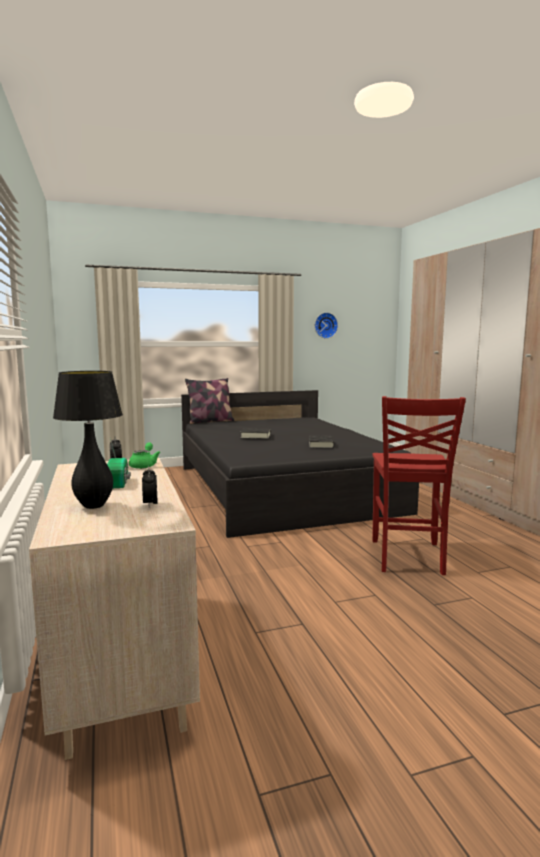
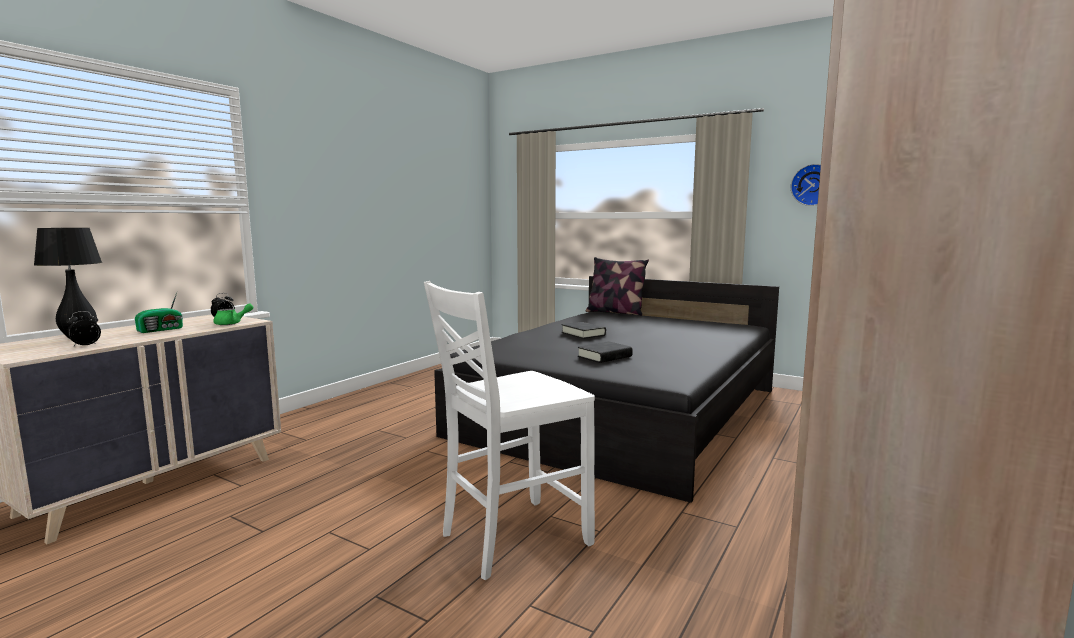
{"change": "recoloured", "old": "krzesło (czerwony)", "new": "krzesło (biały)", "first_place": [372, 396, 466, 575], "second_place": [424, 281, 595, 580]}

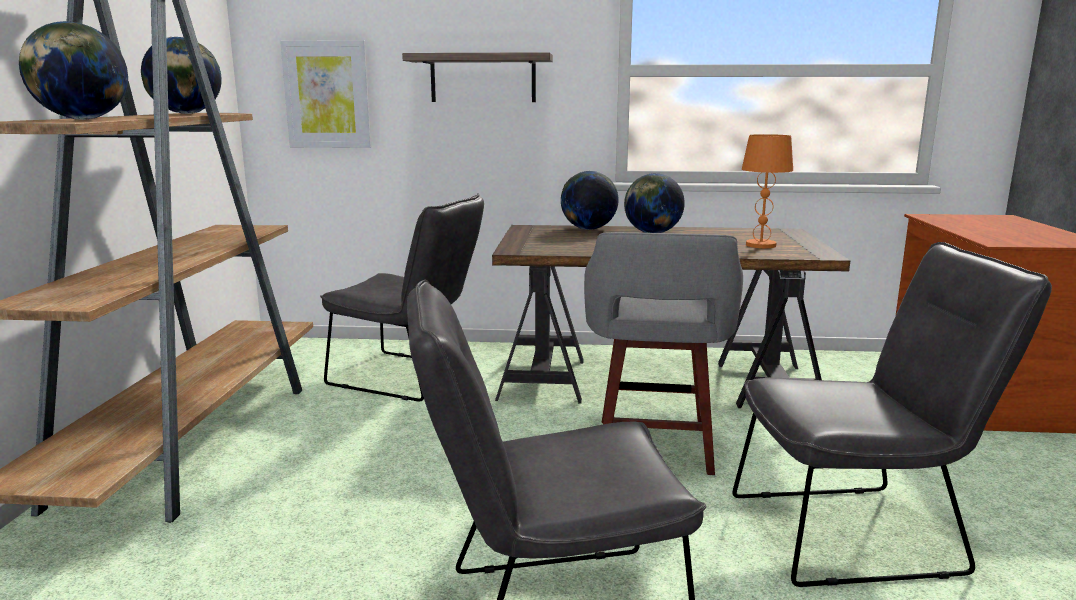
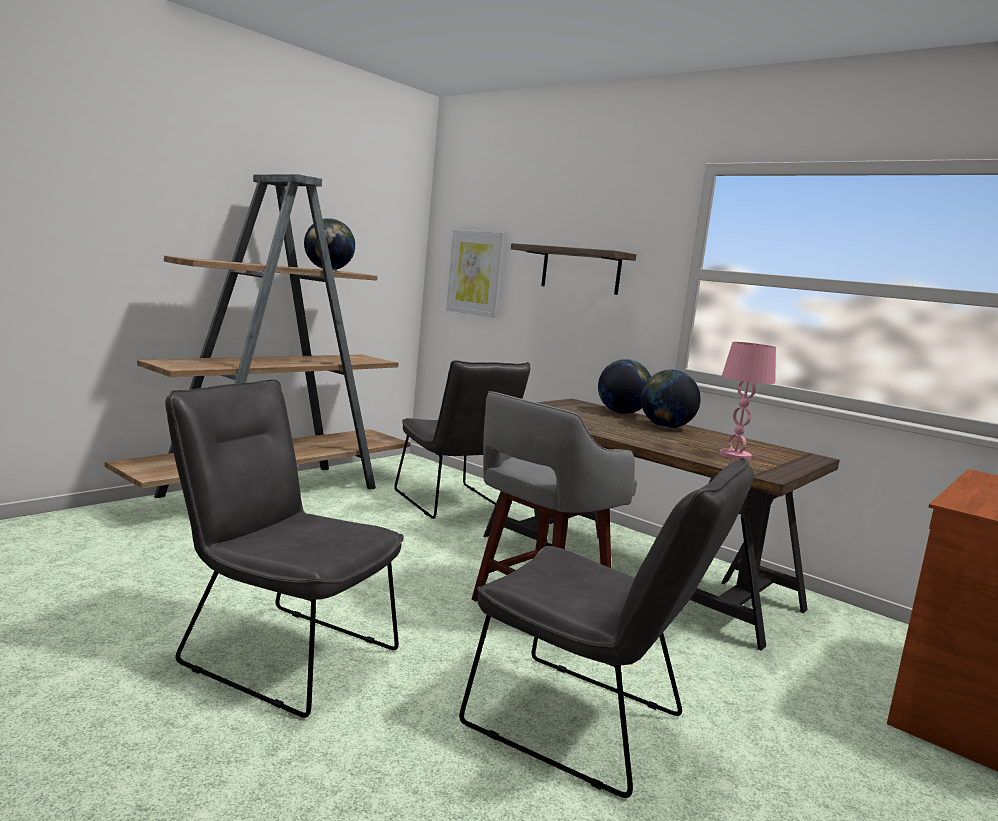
{"change": "removed", "old": "globus", "first_place": [19, 21, 128, 120]}
{"change": "recoloured", "old": "lampa stołowa (pomarańczowy)", "new": "lampa stołowa (różowy)", "first_place": [742, 134, 793, 248], "second_place": [720, 342, 776, 460]}

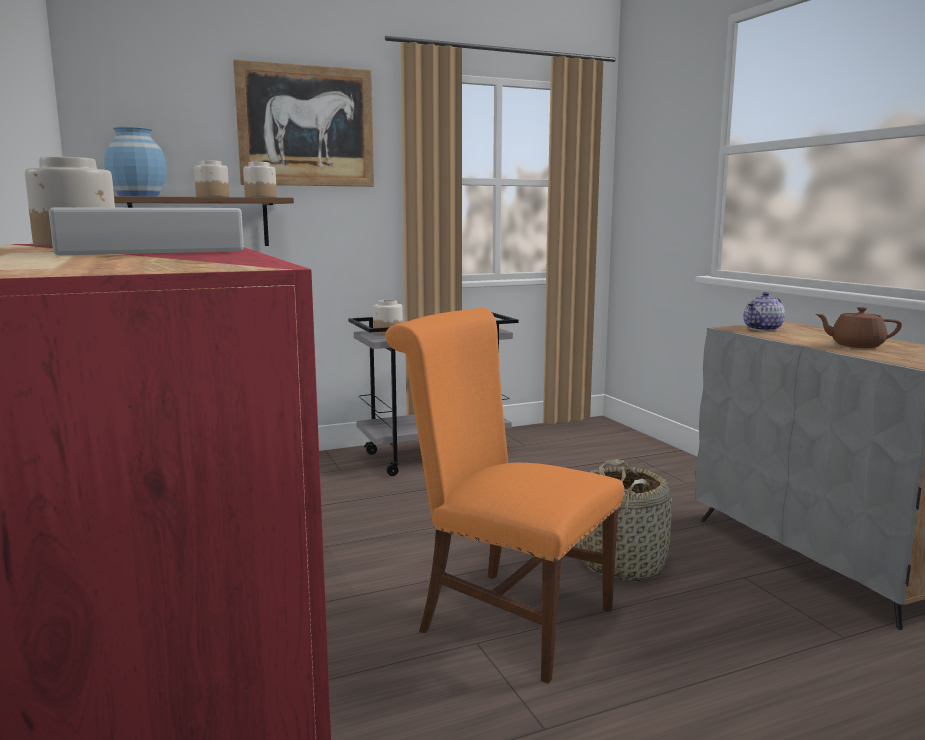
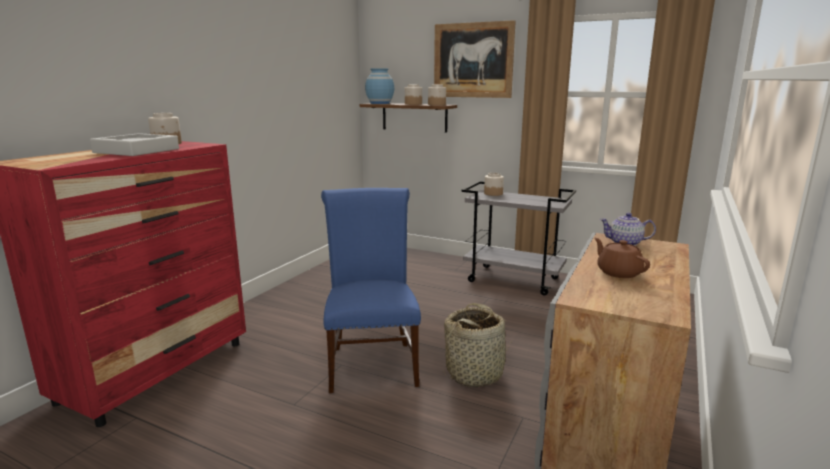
{"change": "recoloured", "old": "krzesło (pomarańczowy)", "new": "krzesło (niebieski)", "first_place": [385, 308, 624, 684], "second_place": [321, 188, 421, 393]}

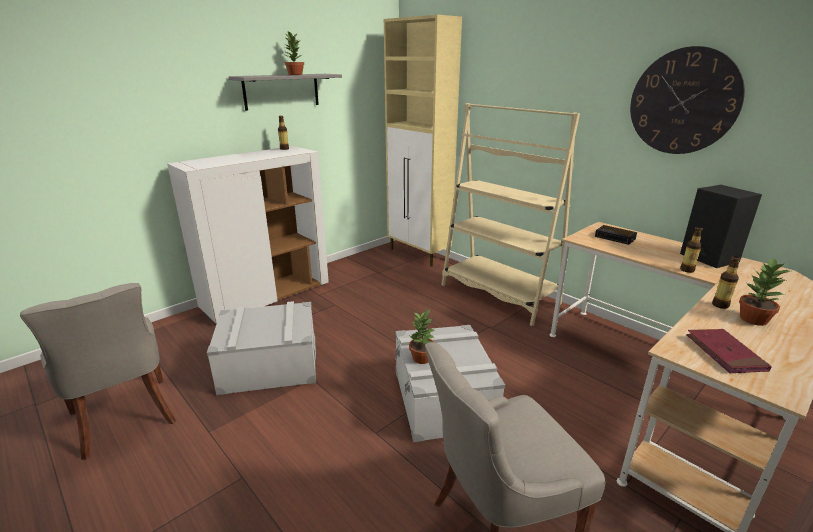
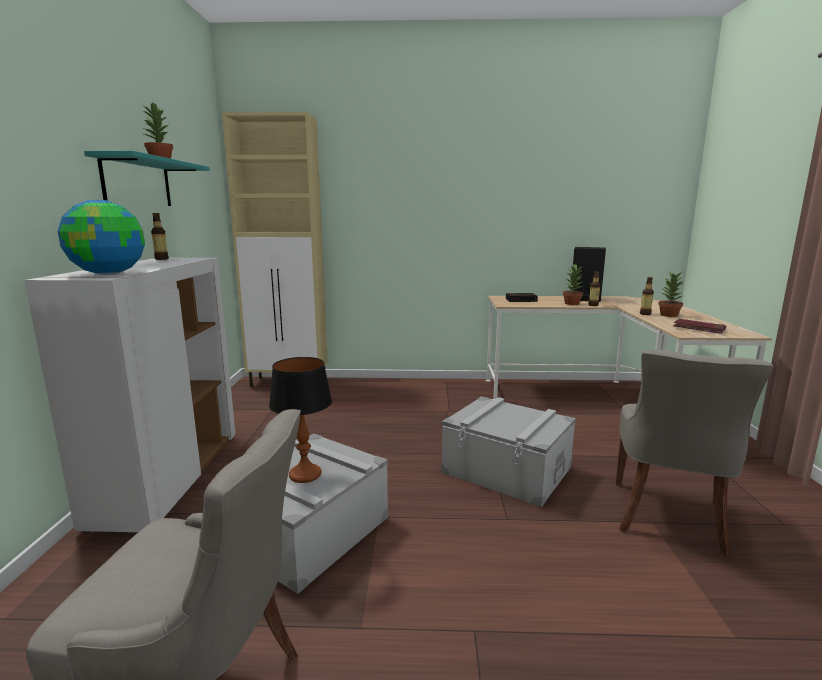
{"change": "recoloured", "old": "półka (szary)", "new": "półka (turkusowy)", "first_place": [229, 74, 342, 111], "second_place": [84, 151, 210, 206]}
{"change": "moved", "old": "roślina doniczkowa", "first_place": [409, 310, 435, 364], "second_place": [563, 264, 583, 305]}
{"change": "removed", "old": "regał (beżowy)", "first_place": [441, 103, 580, 326]}
{"change": "removed", "old": "zegar ścienny", "first_place": [630, 46, 745, 154]}
{"change": "added", "new": "globus", "second_place": [58, 200, 145, 275]}
{"change": "added", "new": "lampa stołowa", "second_place": [269, 357, 332, 483]}

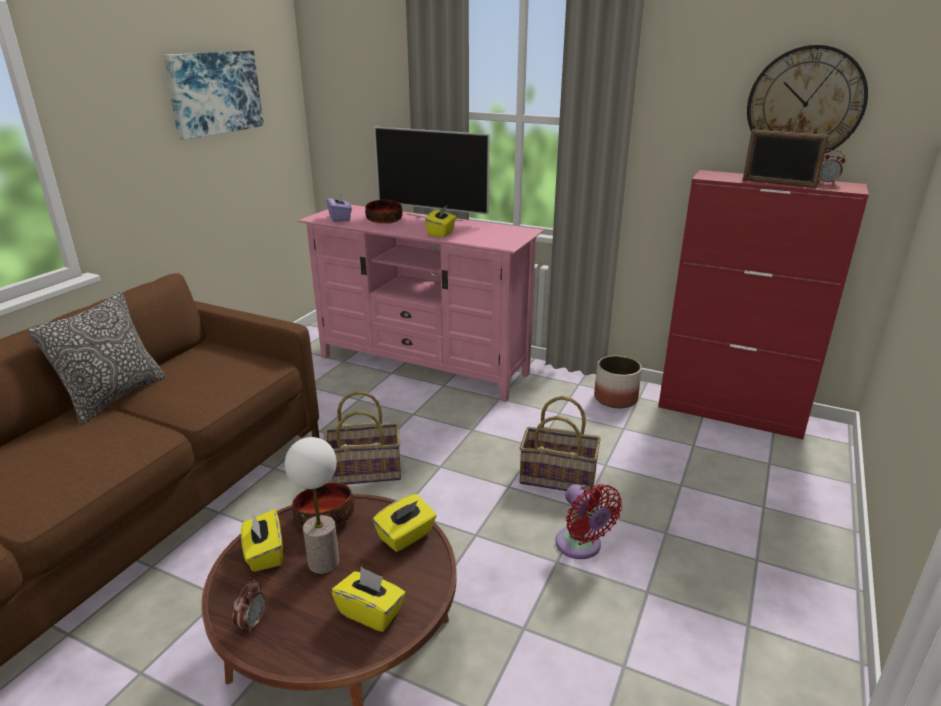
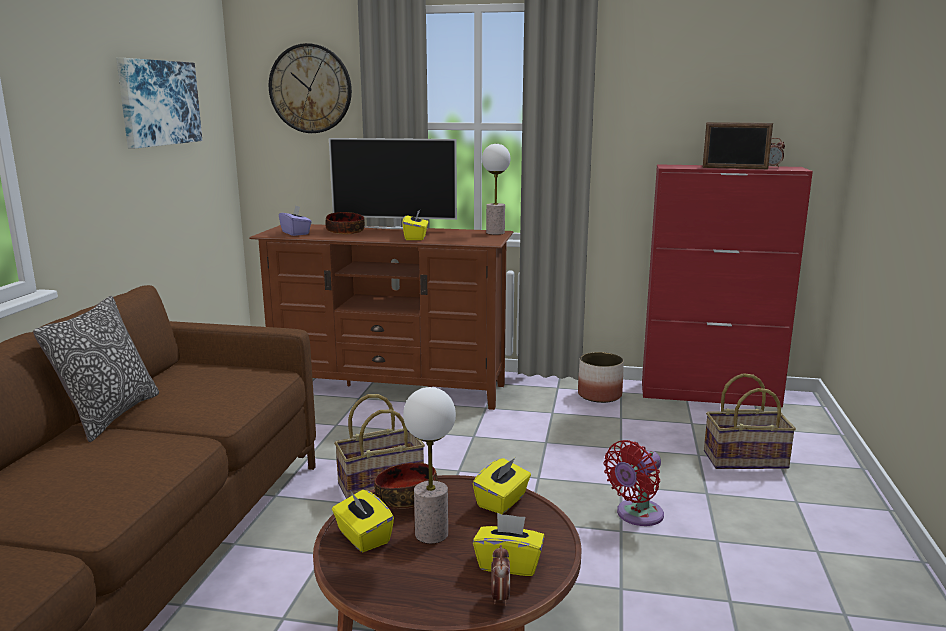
{"change": "moved", "old": "budzik", "first_place": [232, 580, 265, 634], "second_place": [491, 545, 510, 606]}
{"change": "recoloured", "old": "szafka pod telewizor (różowy)", "new": "szafka pod telewizor (brązowy)", "first_place": [298, 205, 544, 402], "second_place": [249, 224, 513, 410]}
{"change": "moved", "old": "koszyk", "first_place": [520, 396, 601, 494], "second_place": [704, 373, 796, 469]}
{"change": "turned", "old": "wentylator (czerwony)", "first_place": [555, 484, 622, 559], "second_place": [604, 440, 664, 526], "degrees": 90}
{"change": "moved", "old": "zegar ścienny", "first_place": [747, 45, 868, 153], "second_place": [269, 43, 352, 133]}
{"change": "added", "new": "lampa stołowa", "second_place": [482, 144, 511, 235]}

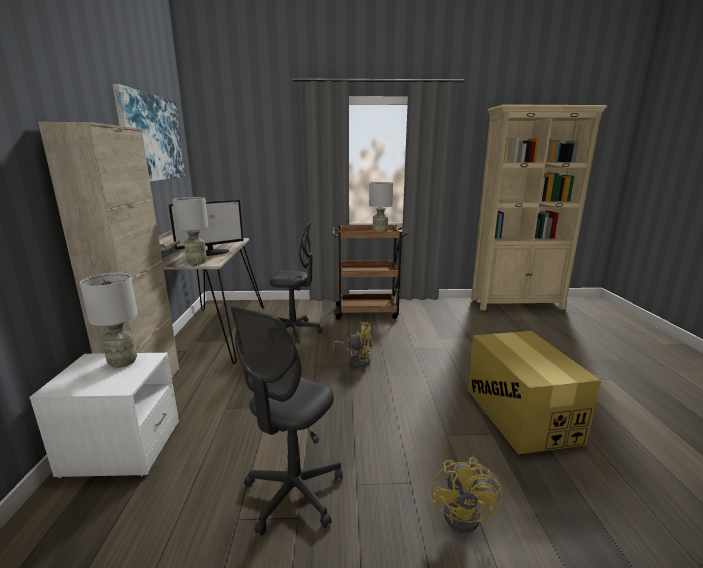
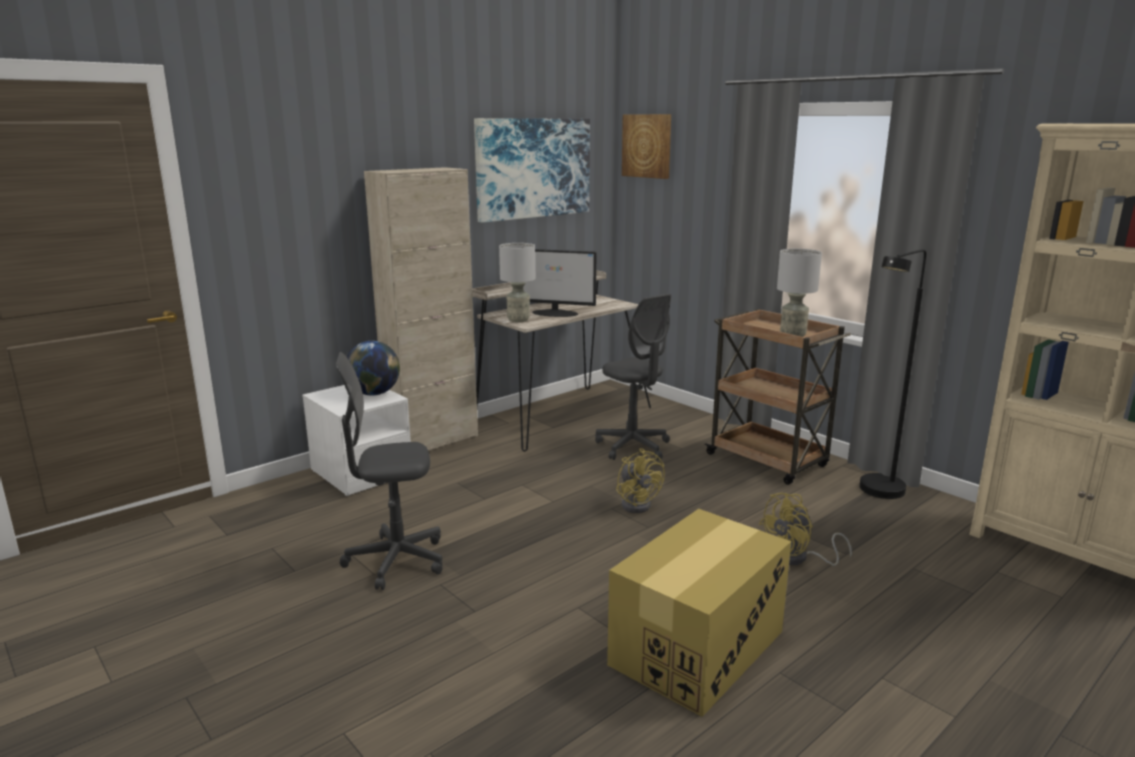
{"change": "replaced", "old": "lampa stołowa (szary)", "new": "globus", "first_place": [80, 273, 138, 368], "second_place": [347, 341, 400, 396]}
{"change": "moved", "old": "wentylator (żółty)", "first_place": [431, 457, 503, 533], "second_place": [759, 493, 852, 566]}
{"change": "added", "new": "obraz", "second_place": [622, 114, 671, 179]}
{"change": "added", "new": "lampa stojąca (czarny)", "second_place": [859, 249, 926, 499]}

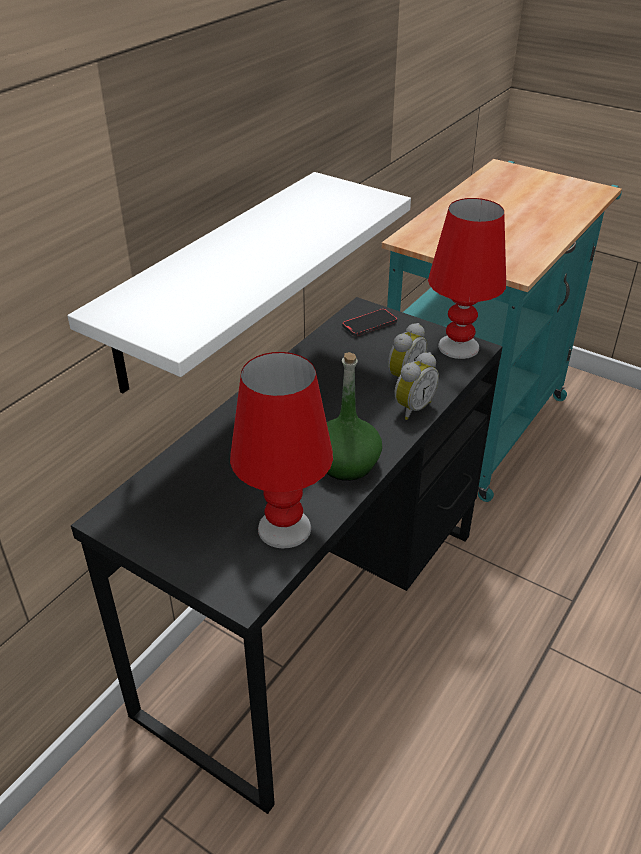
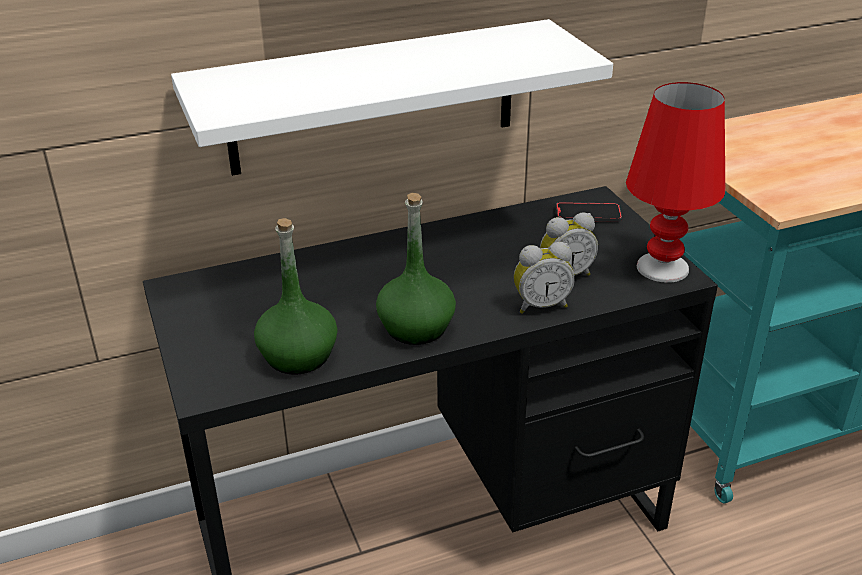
{"change": "replaced", "old": "lampa stołowa (czerwony)", "new": "butelka (zielony)", "first_place": [230, 352, 333, 549], "second_place": [254, 218, 338, 374]}

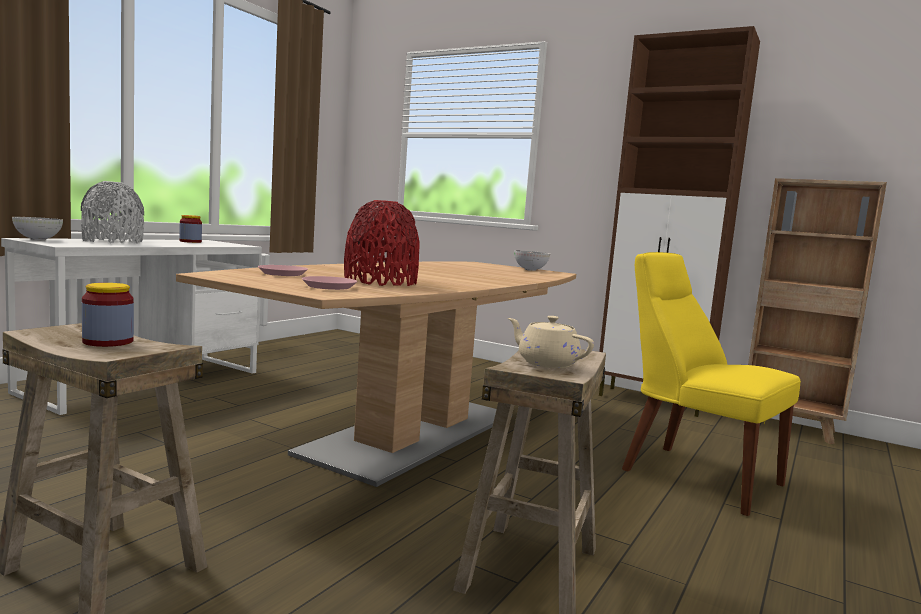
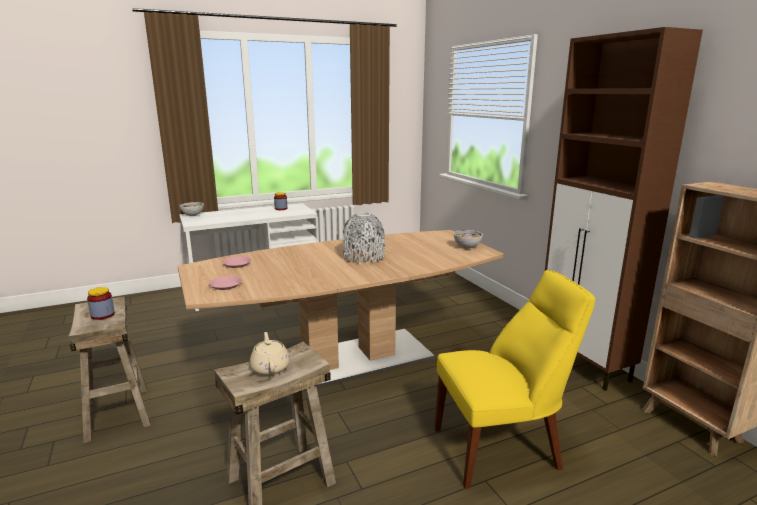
{"change": "moved", "old": "wazon (szary)", "first_place": [81, 181, 144, 244], "second_place": [343, 212, 385, 264]}
{"change": "removed", "old": "wazon (czerwony)", "first_place": [344, 200, 420, 286]}
{"change": "turned", "old": "krzesło (żółty)", "first_place": [622, 252, 801, 516], "second_place": [434, 270, 595, 489], "degrees": 90}

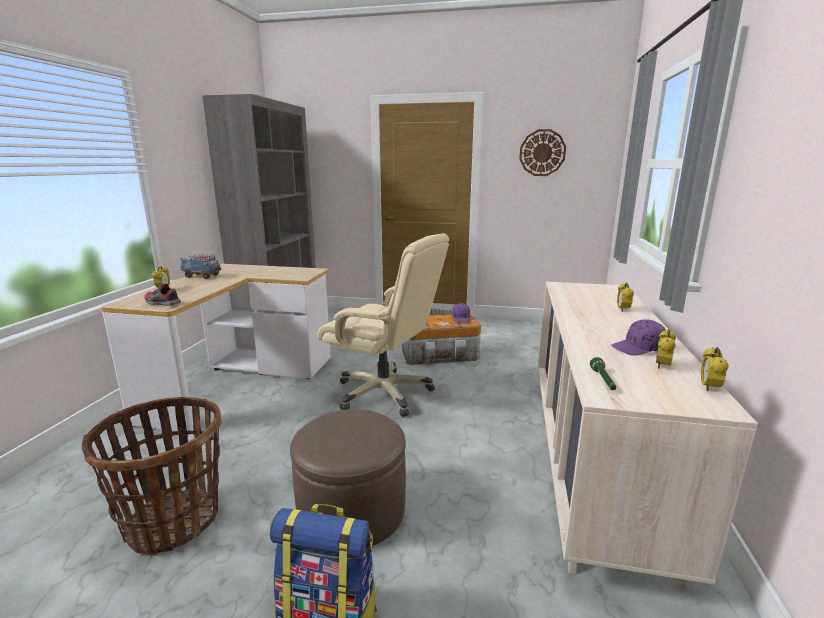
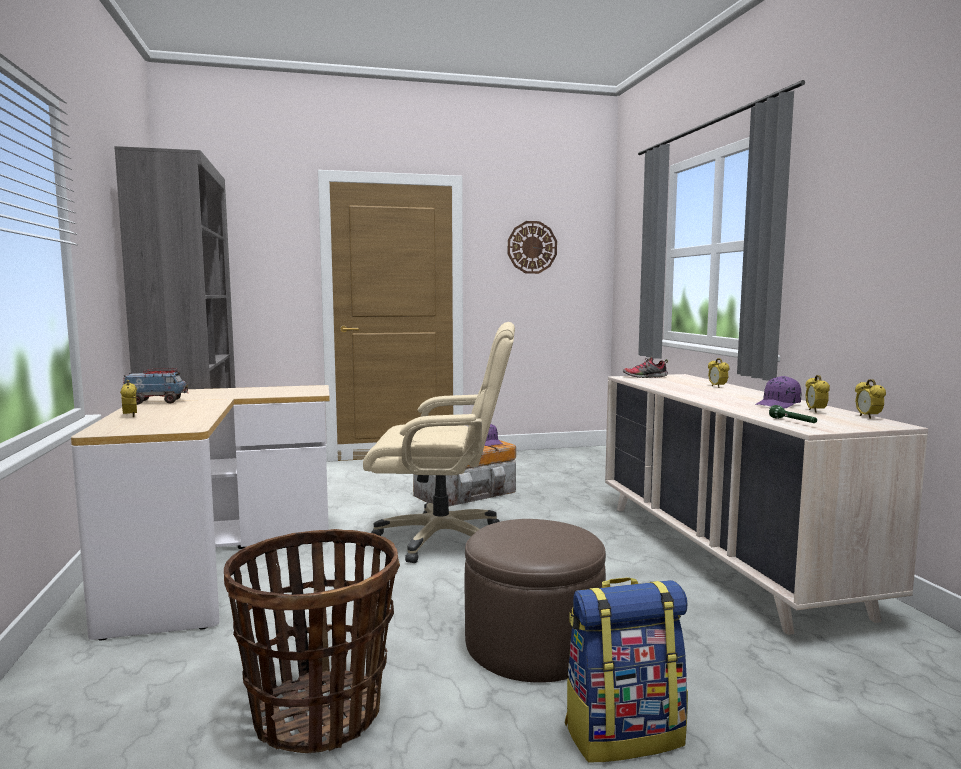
{"change": "moved", "old": "but", "first_place": [144, 283, 181, 306], "second_place": [623, 356, 668, 378]}

